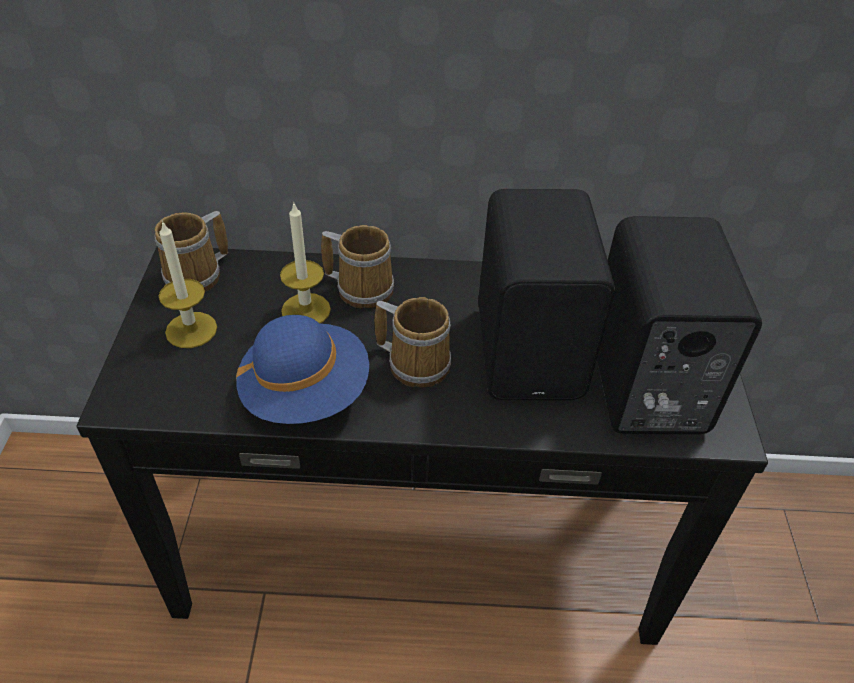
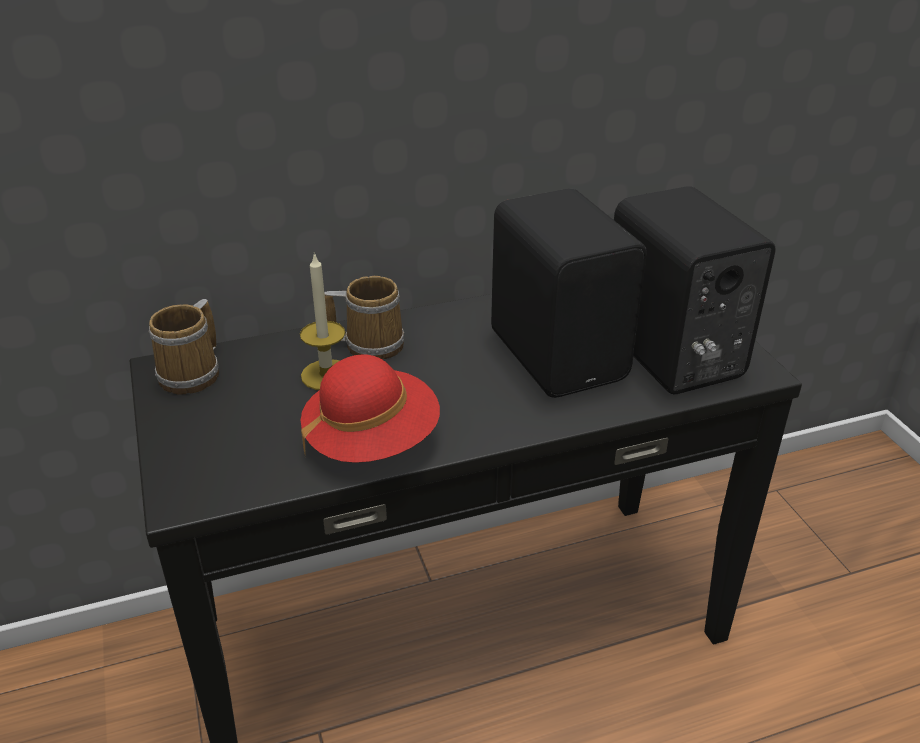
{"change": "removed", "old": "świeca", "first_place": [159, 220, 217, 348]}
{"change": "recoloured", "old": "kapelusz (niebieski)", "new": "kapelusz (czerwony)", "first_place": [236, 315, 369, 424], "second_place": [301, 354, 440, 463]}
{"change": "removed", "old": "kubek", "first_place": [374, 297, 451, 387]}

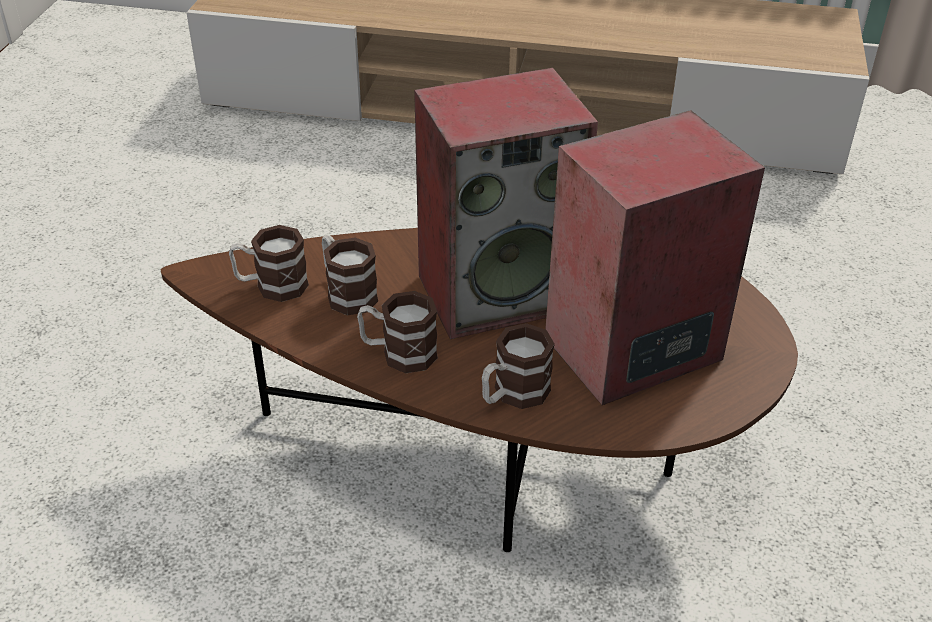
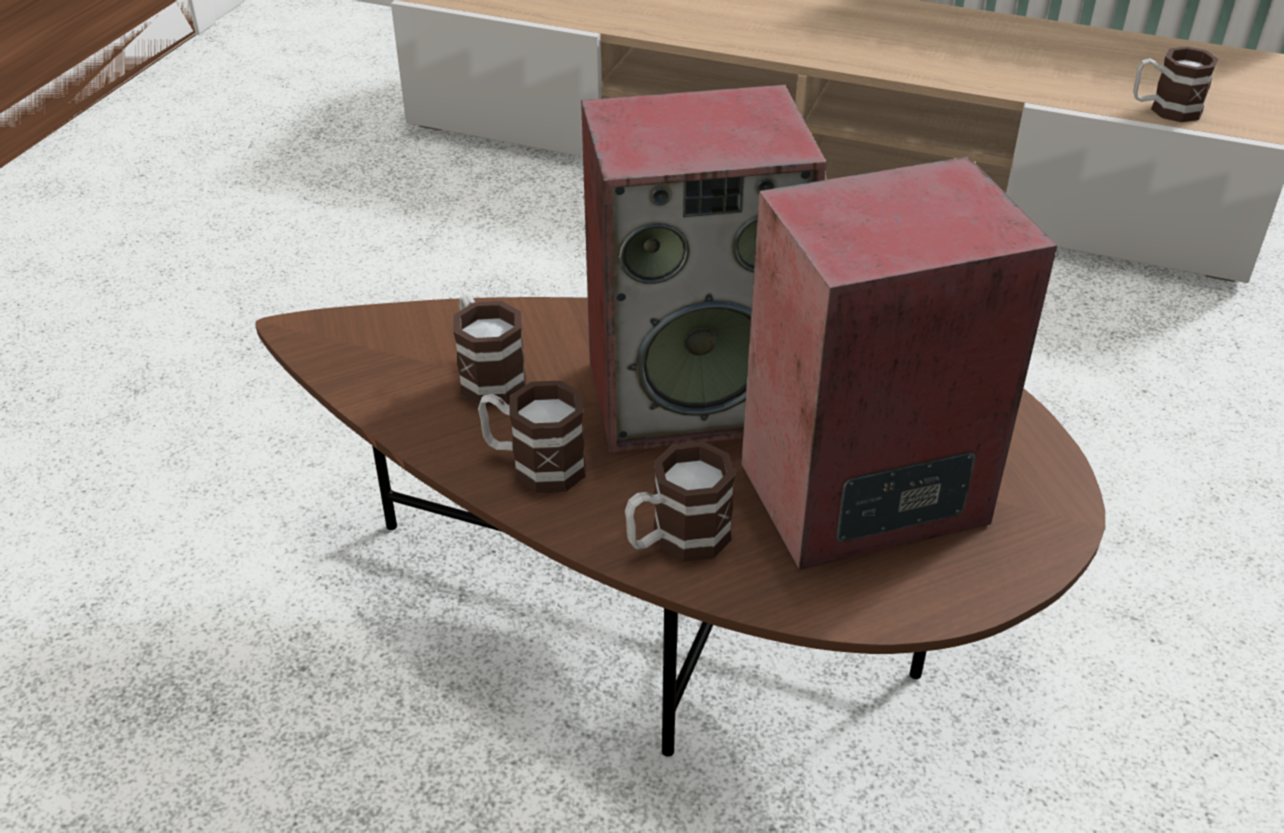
{"change": "moved", "old": "kubek", "first_place": [229, 225, 309, 302], "second_place": [1133, 46, 1219, 122]}

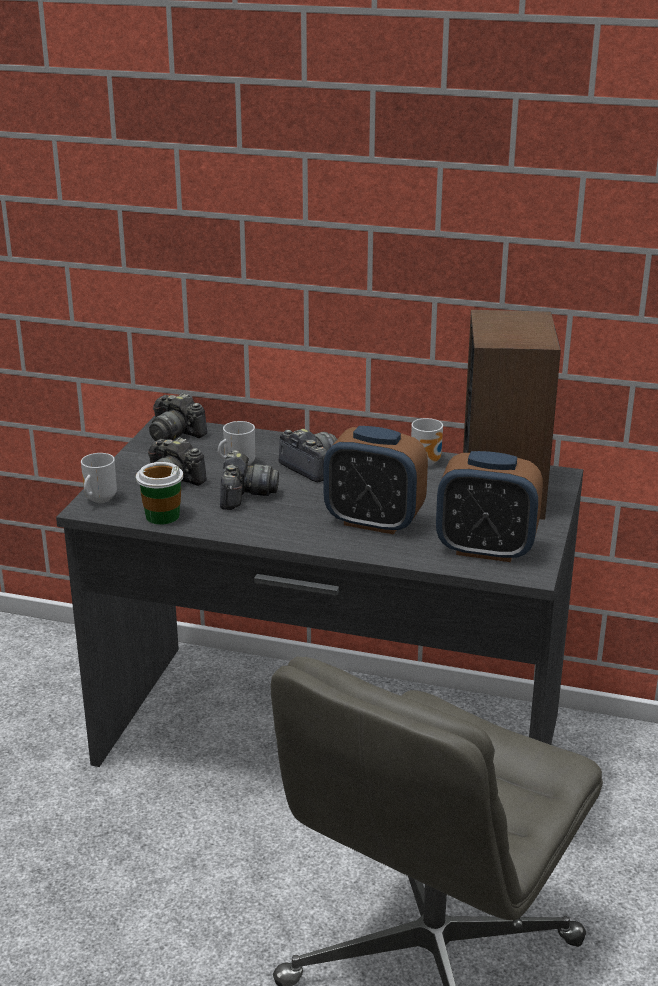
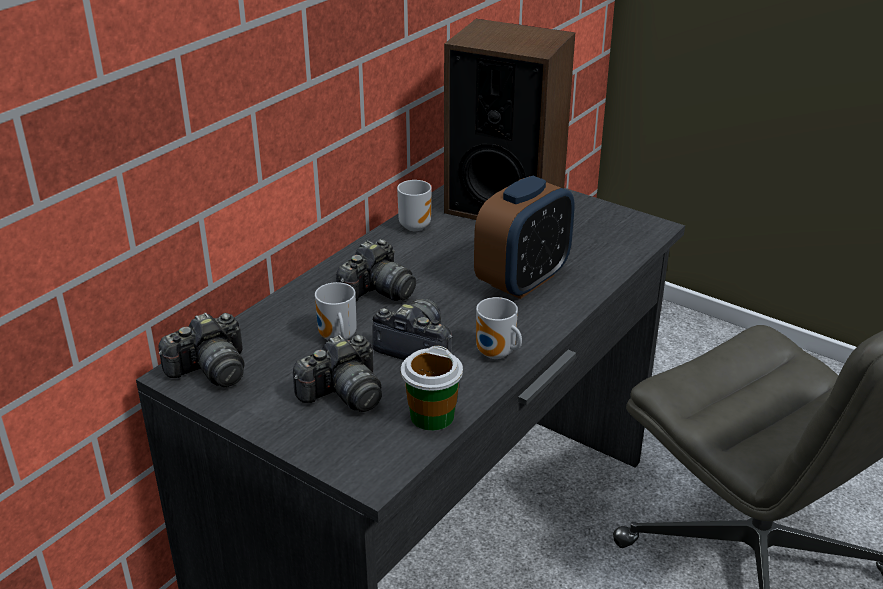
{"change": "moved", "old": "kubek", "first_place": [81, 453, 117, 503], "second_place": [476, 297, 522, 359]}
{"change": "turned", "old": "aparat fotograficzny", "first_place": [279, 428, 337, 483], "second_place": [336, 239, 416, 301], "degrees": 150}
{"change": "removed", "old": "budzik", "first_place": [436, 451, 543, 562]}

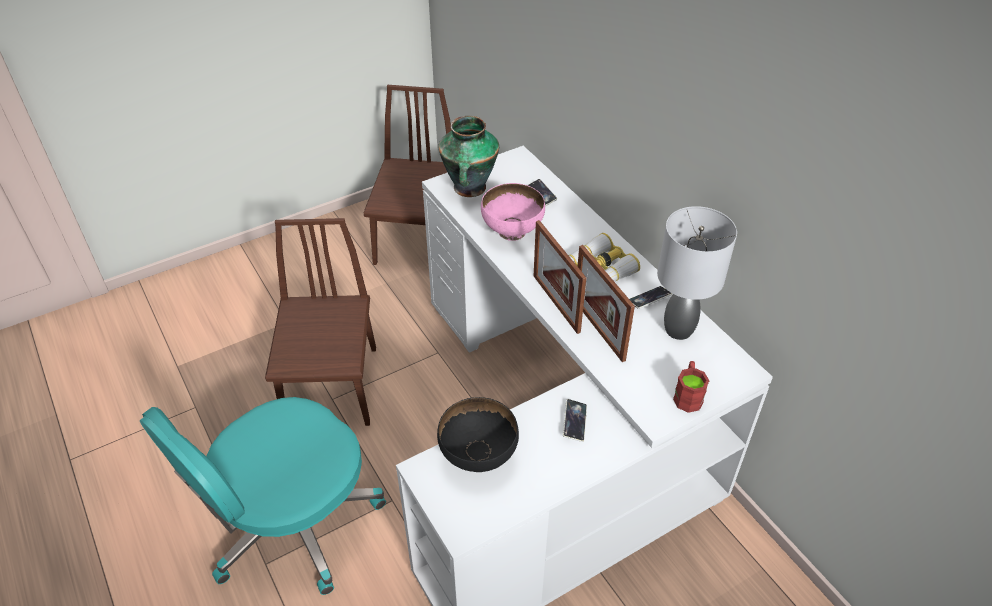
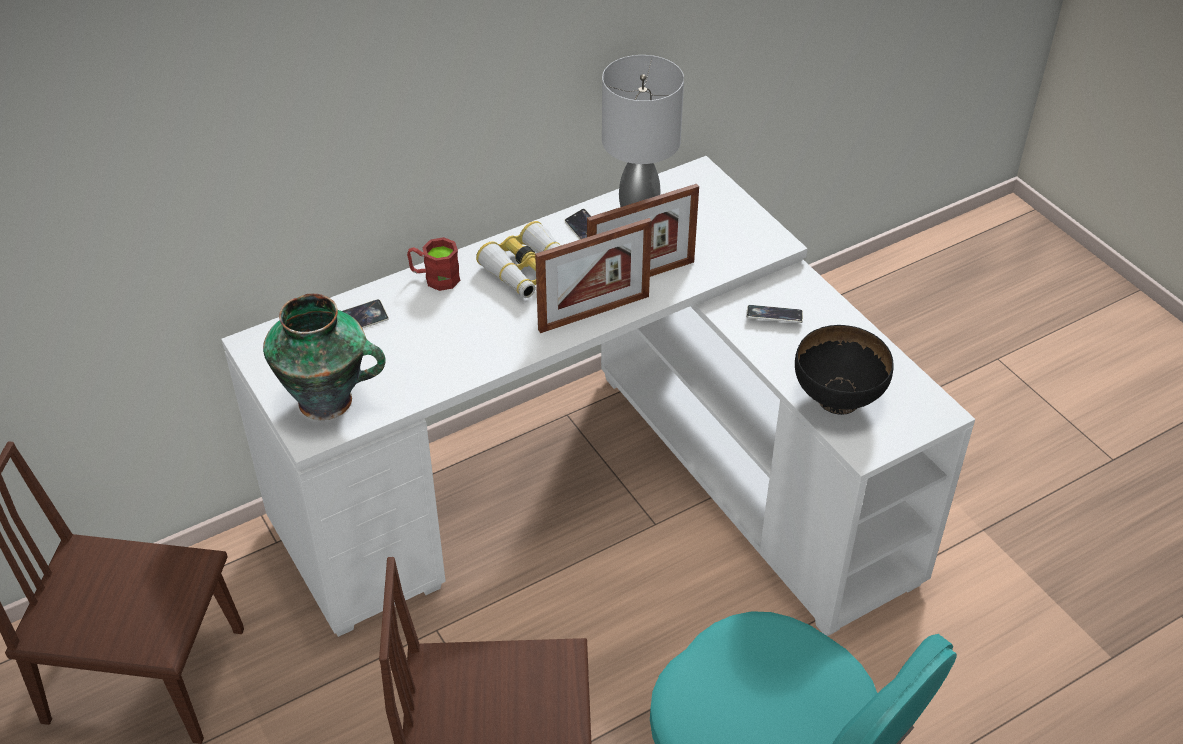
{"change": "removed", "old": "miska (różowy)", "first_place": [481, 183, 545, 241]}
{"change": "moved", "old": "kubek (czerwony)", "first_place": [673, 361, 709, 413], "second_place": [407, 237, 460, 291]}

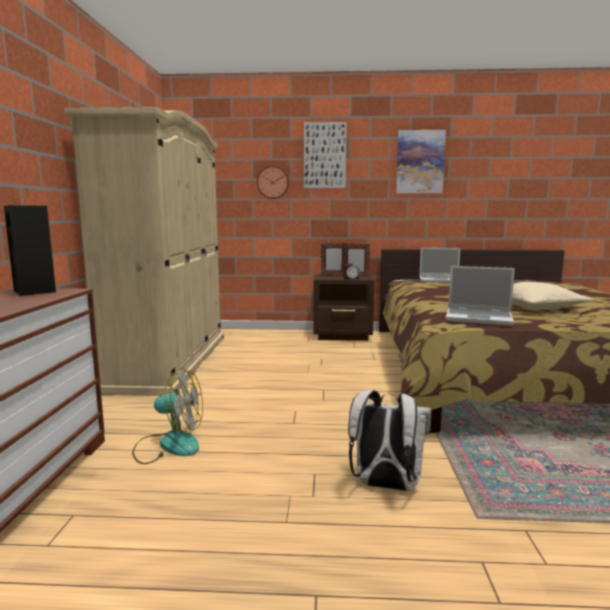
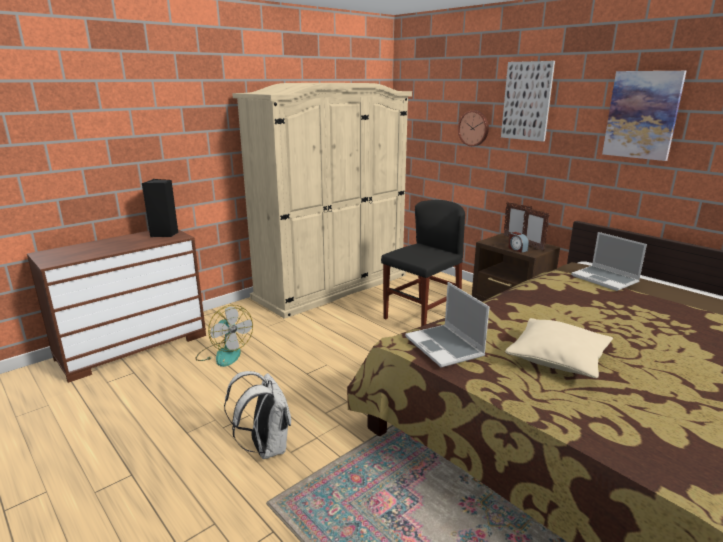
{"change": "added", "new": "krzesło (czarny)", "second_place": [381, 200, 465, 326]}

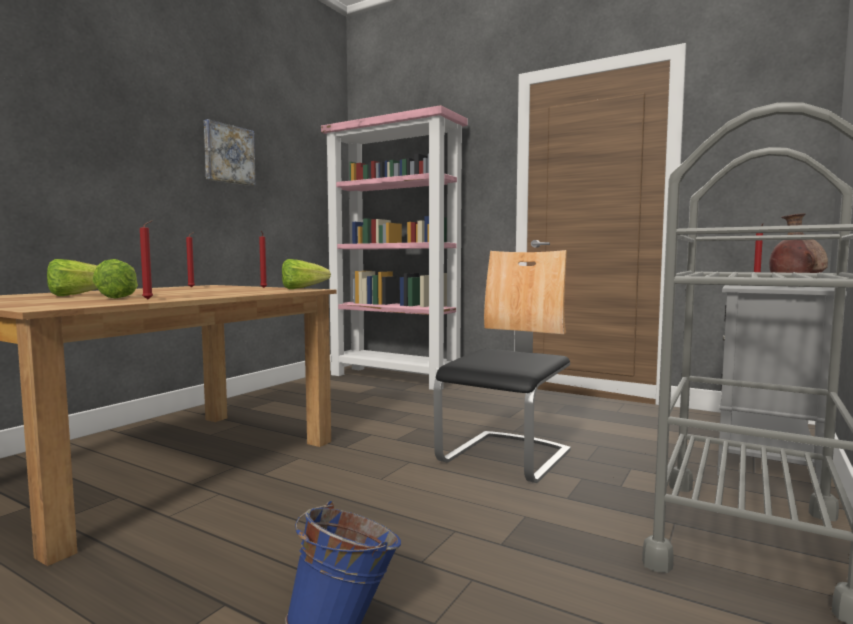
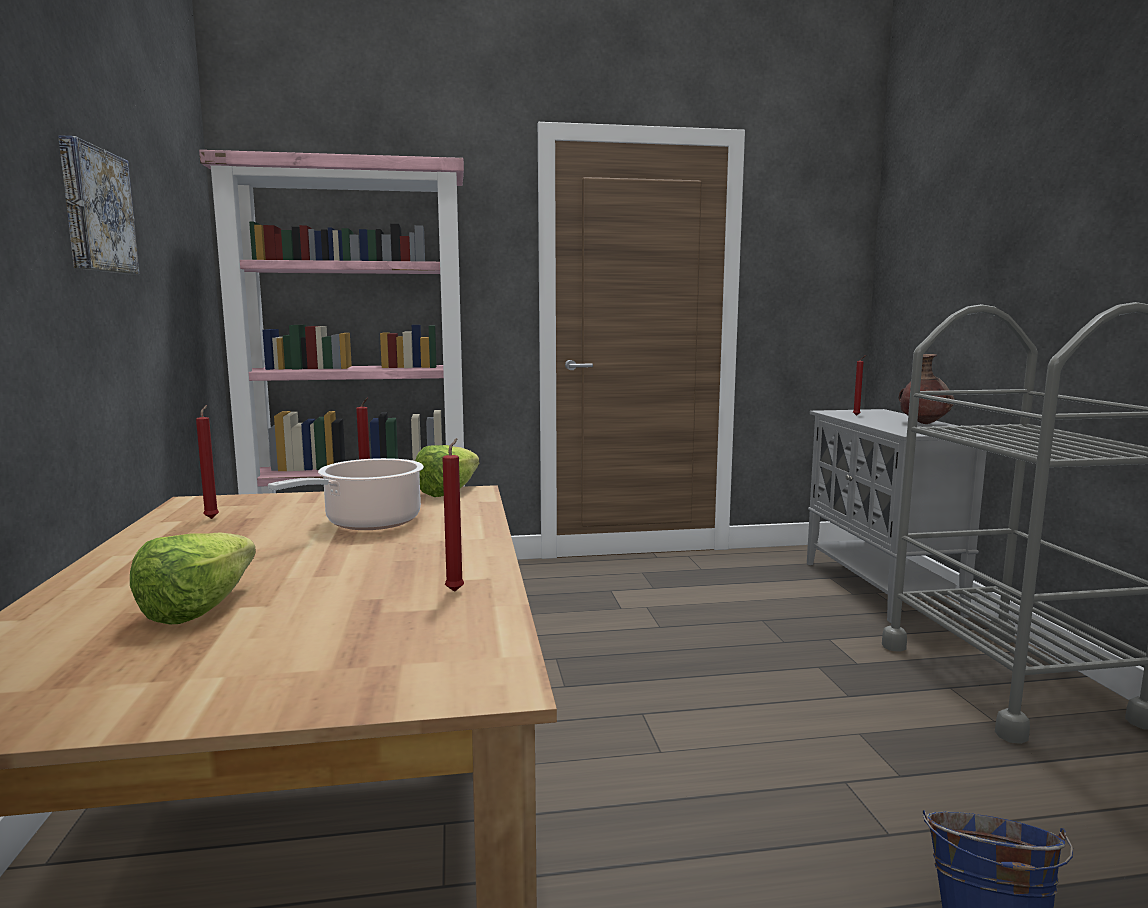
{"change": "removed", "old": "sałata", "first_place": [93, 259, 138, 299]}
{"change": "removed", "old": "krzesło", "first_place": [433, 250, 571, 483]}
{"change": "added", "new": "garnek", "second_place": [268, 458, 424, 530]}

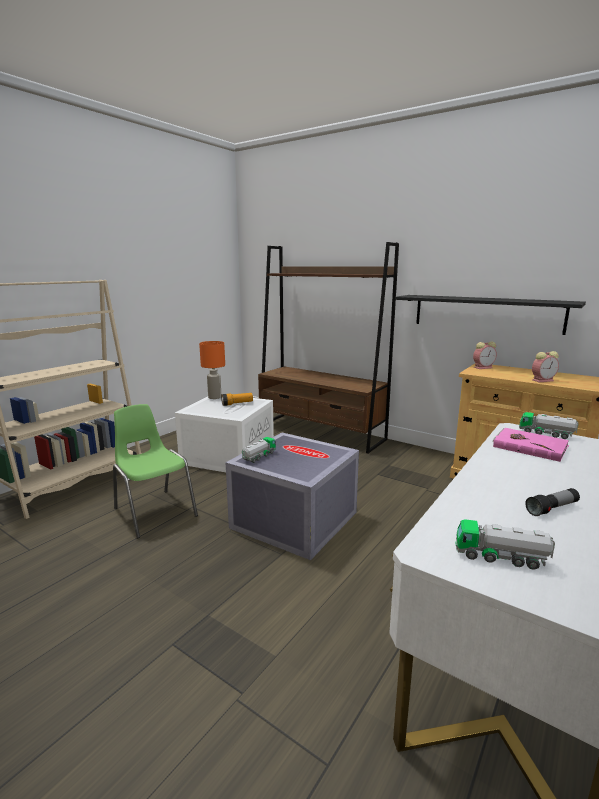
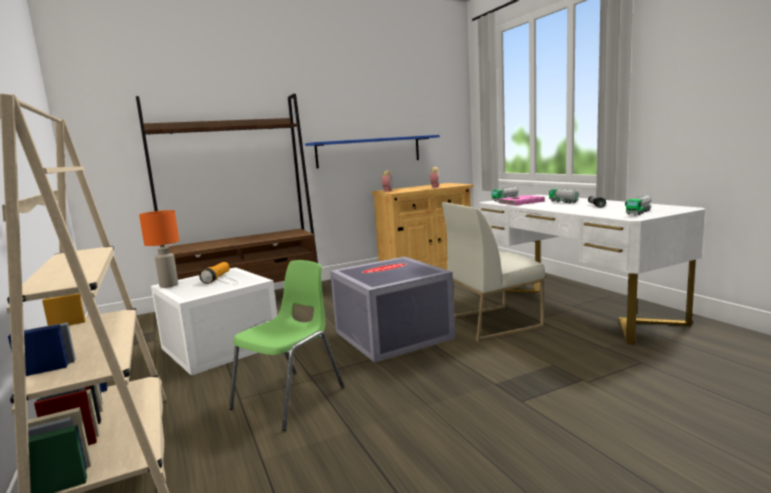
{"change": "turned", "old": "krzesło (zielony)", "first_place": [113, 404, 198, 539], "second_place": [229, 260, 345, 431], "degrees": 135}
{"change": "moved", "old": "ciężarówka zabawkowa", "first_place": [242, 437, 276, 463], "second_place": [549, 189, 579, 203]}
{"change": "recoloured", "old": "półka (czarny)", "new": "półka (niebieski)", "first_place": [395, 295, 586, 335], "second_place": [305, 135, 440, 168]}
{"change": "added", "new": "krzesło (biały)", "second_place": [442, 202, 545, 342]}

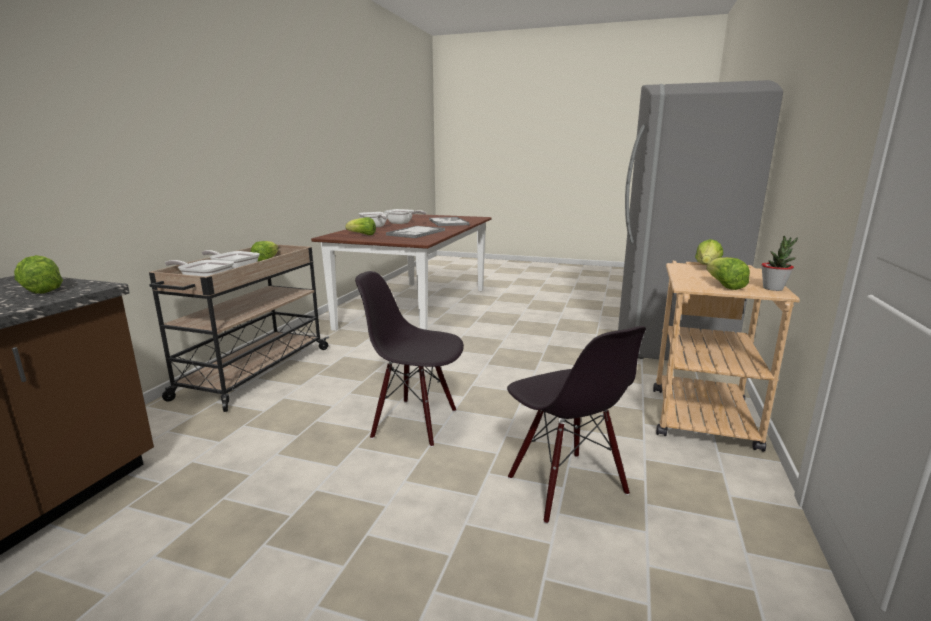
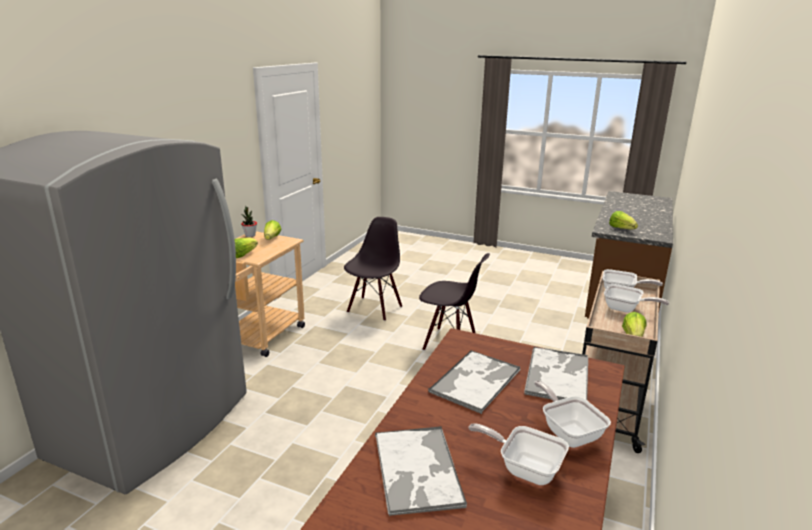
{"change": "replaced", "old": "sałata", "new": "taca", "first_place": [345, 217, 376, 235], "second_place": [524, 347, 588, 400]}
{"change": "turned", "old": "krzesło (czarny)", "first_place": [507, 326, 646, 524], "second_place": [344, 217, 402, 321], "degrees": 45}

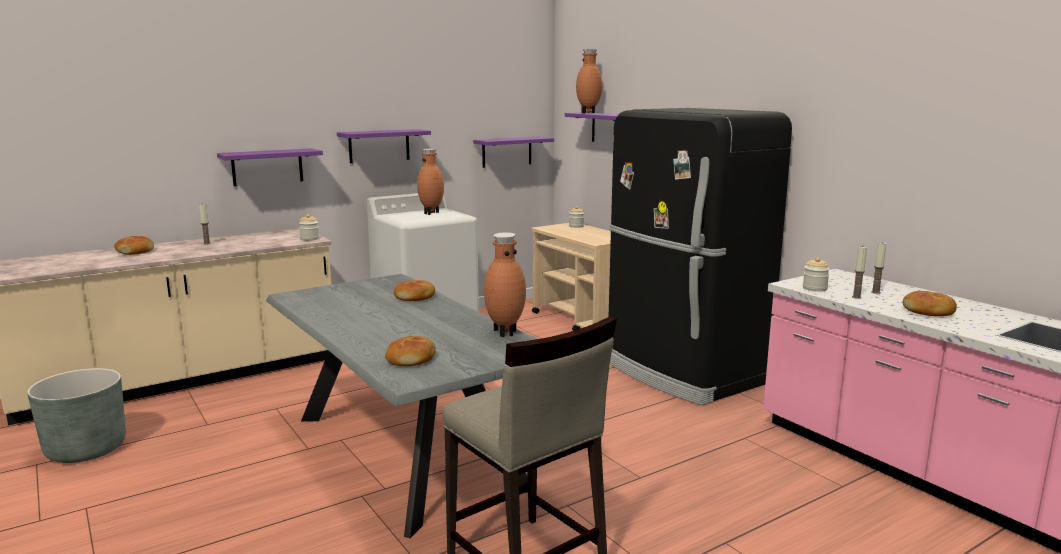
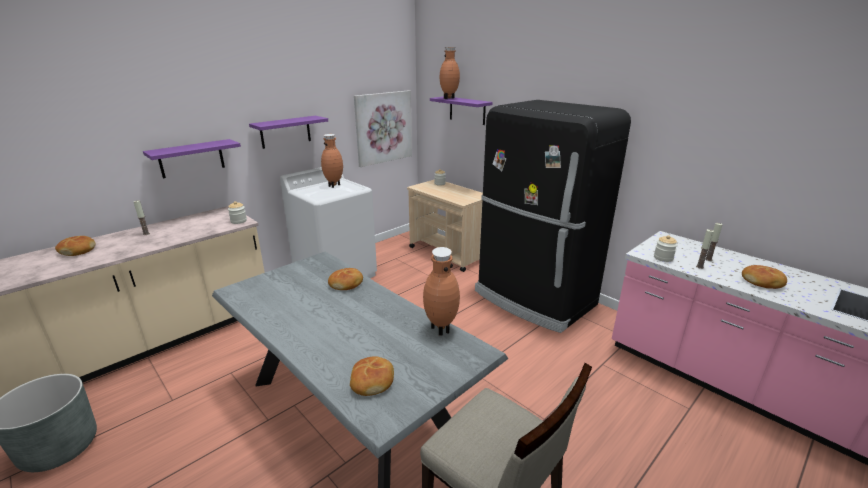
{"change": "replaced", "old": "półka (fioletowy)", "new": "obraz", "first_place": [473, 137, 554, 168], "second_place": [354, 90, 412, 167]}

